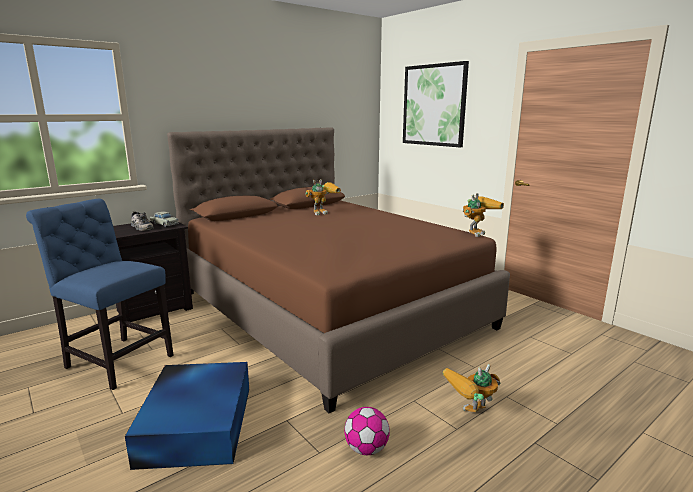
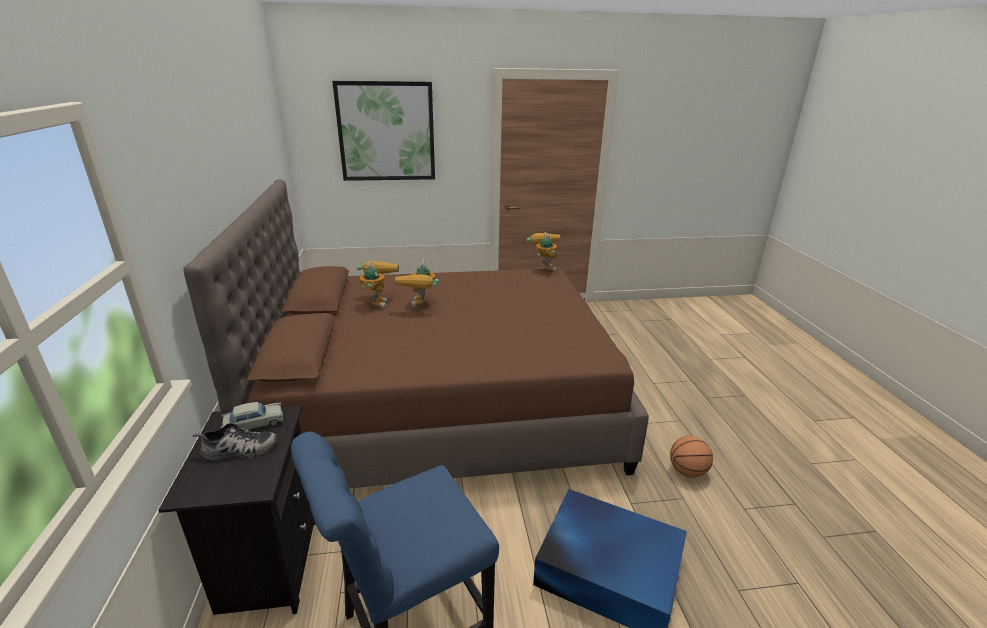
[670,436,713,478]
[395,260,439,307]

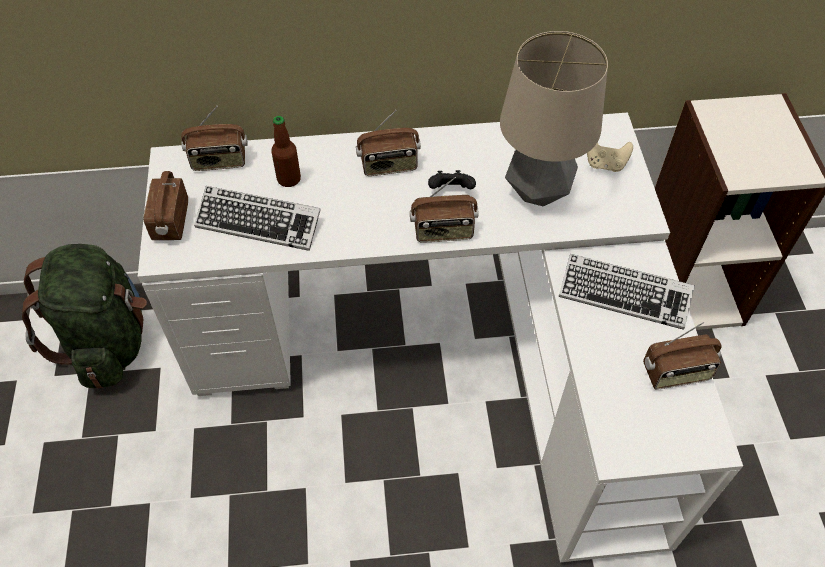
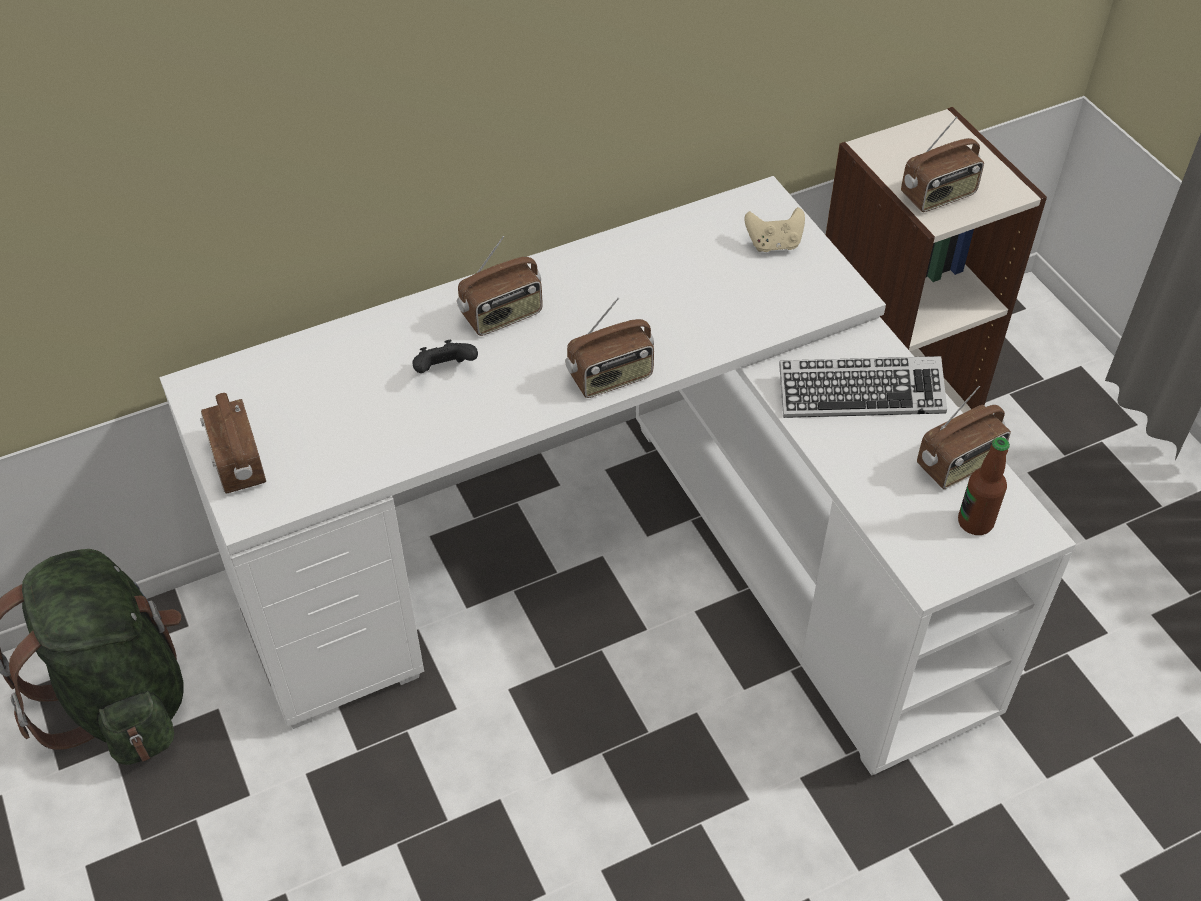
[901,116,984,212]
[194,186,321,251] (first image)
[958,437,1010,535]
[412,340,478,373]
[500,31,608,206] (first image)

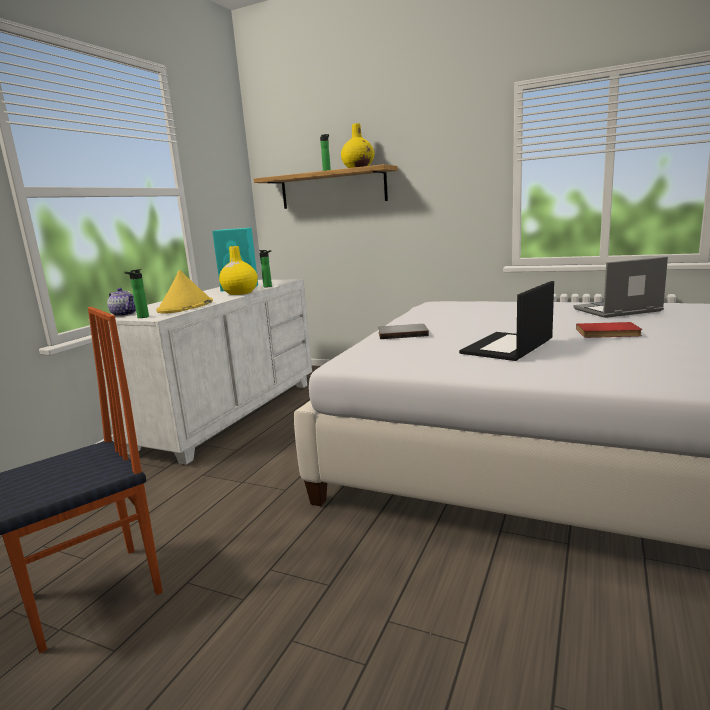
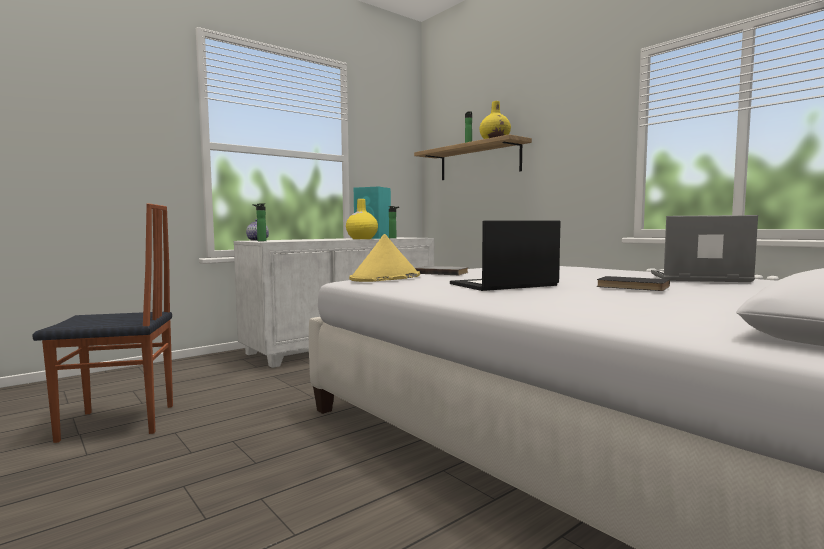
[349,234,420,282]
[597,276,670,291]

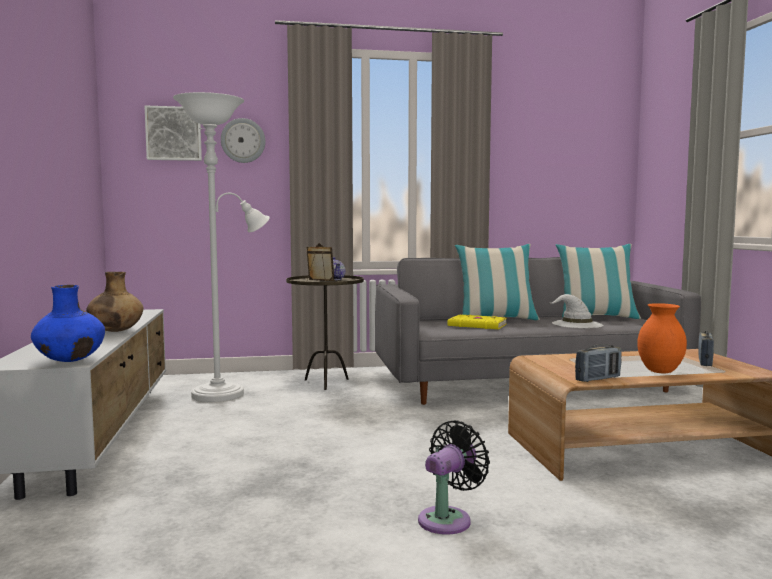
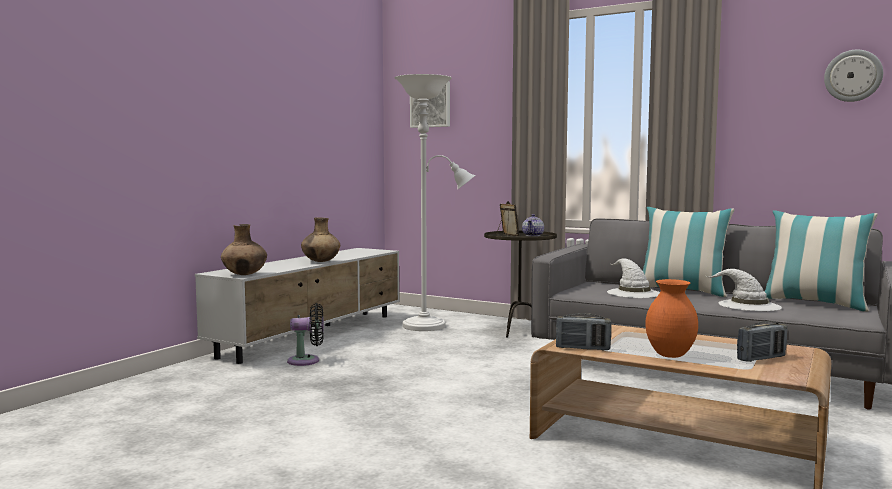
[221,224,267,275]
[824,50,883,102]
[287,303,324,366]
[607,258,660,298]

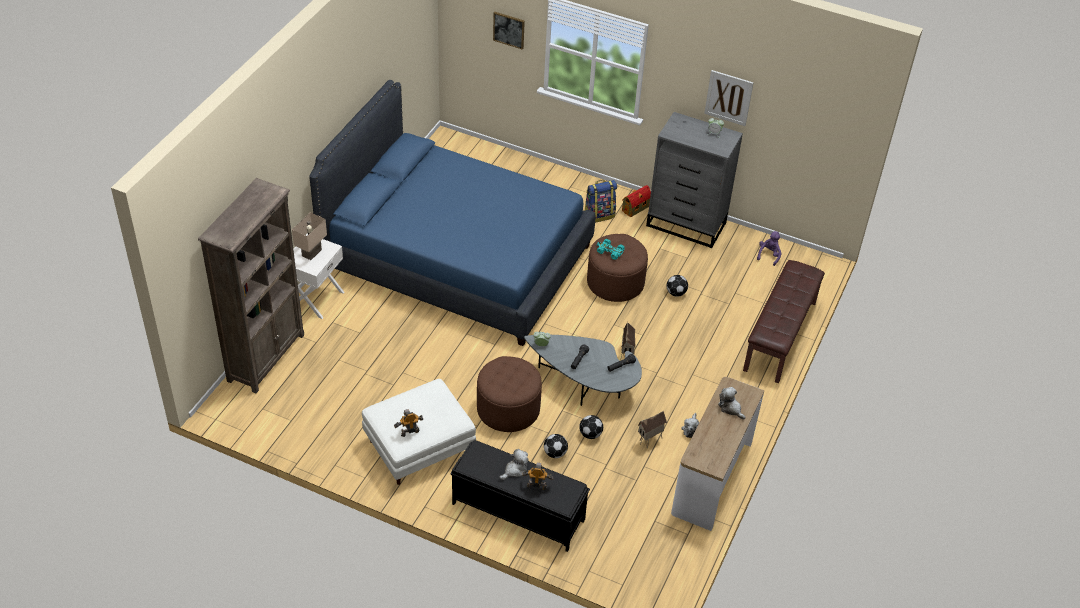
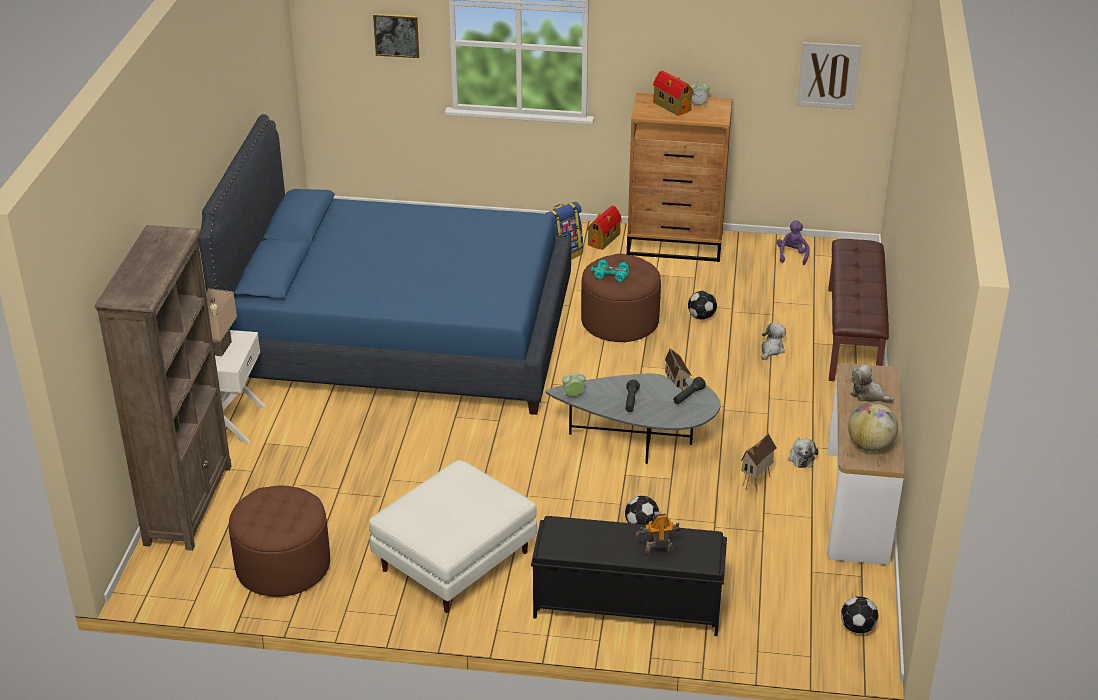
[394,409,423,437] (first image)
[229,486,330,597]
[761,323,786,360]
[841,596,878,634]
[626,93,732,262]
[797,42,861,109]
[653,70,694,116]
[848,402,898,451]

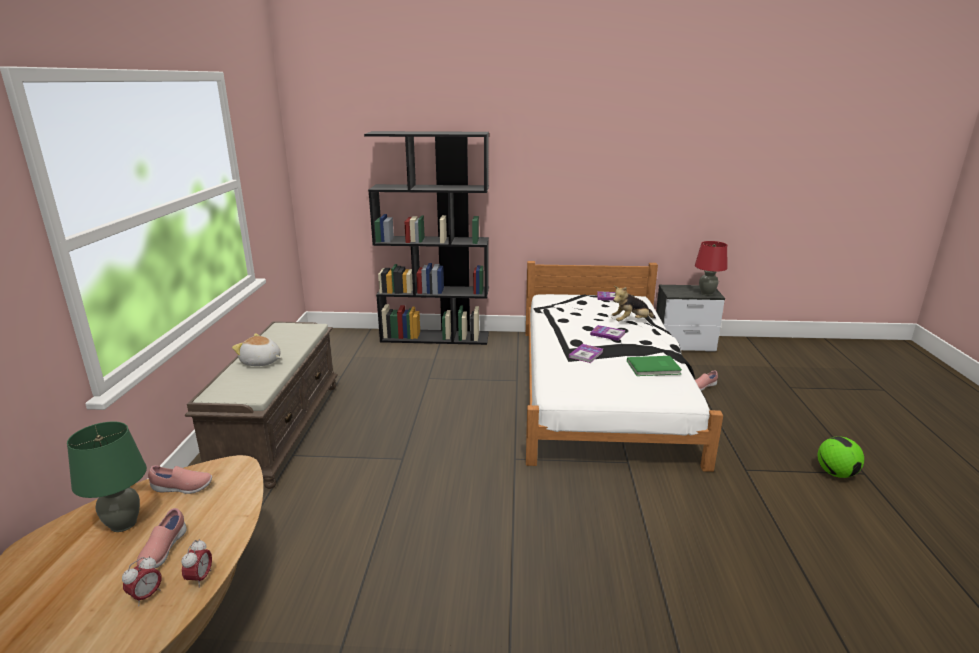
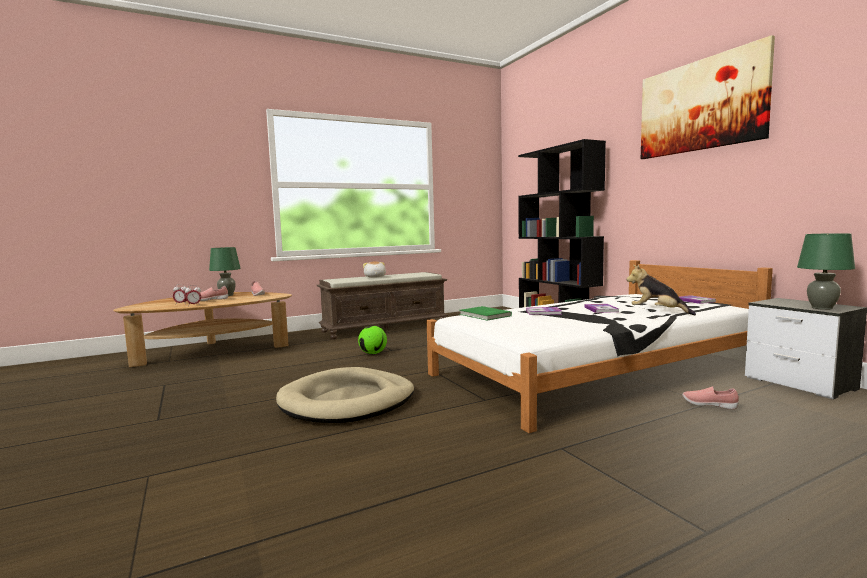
[459,306,512,321]
[797,233,855,310]
[358,326,387,354]
[276,367,414,423]
[641,35,775,159]

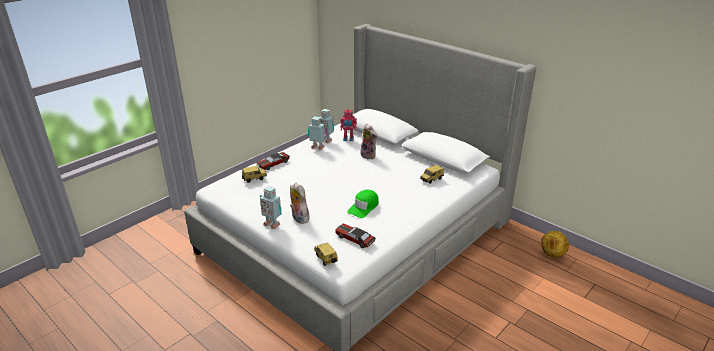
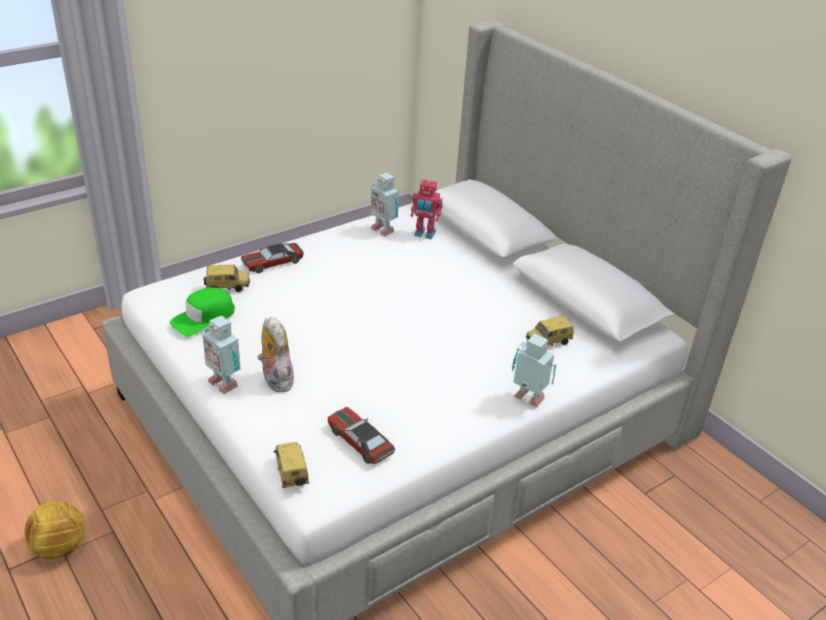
[512,334,556,407]
[169,287,235,337]
[360,124,378,159] (first image)
[24,501,85,559]

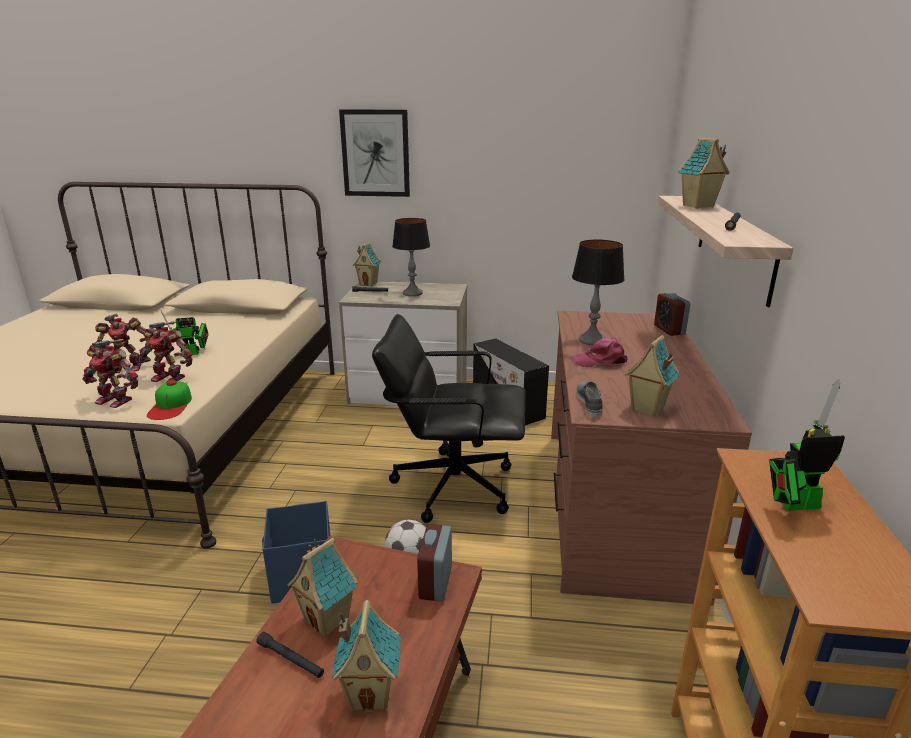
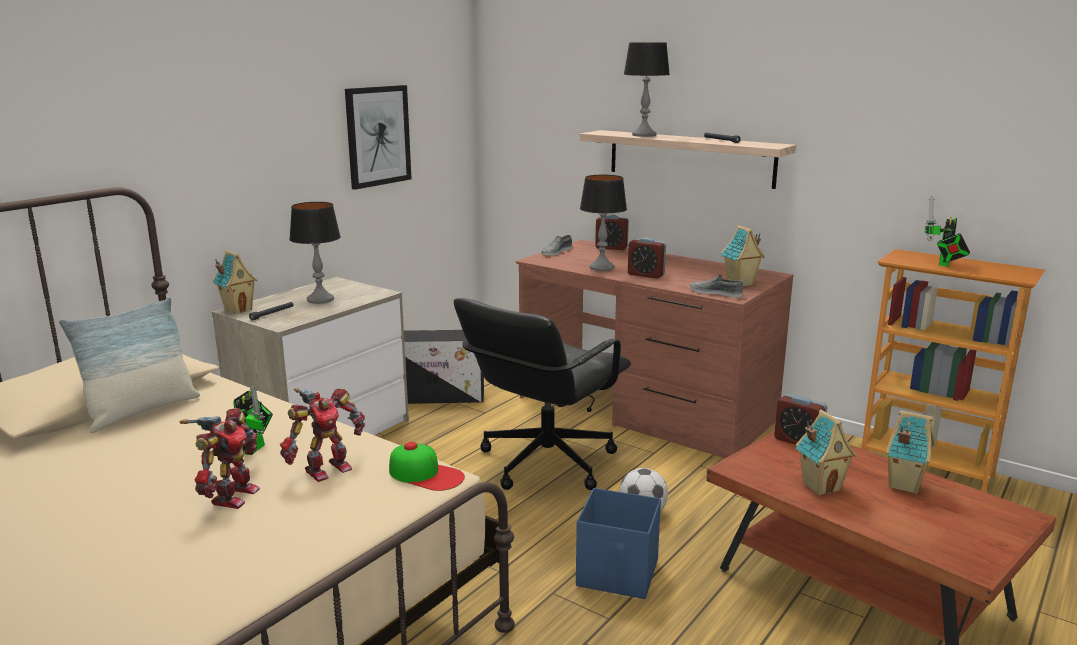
[82,339,138,408] (first image)
[256,632,324,678] (first image)
[345,85,412,190]
[628,238,666,278]
[624,42,670,137]
[59,297,200,433]
[542,235,572,256]

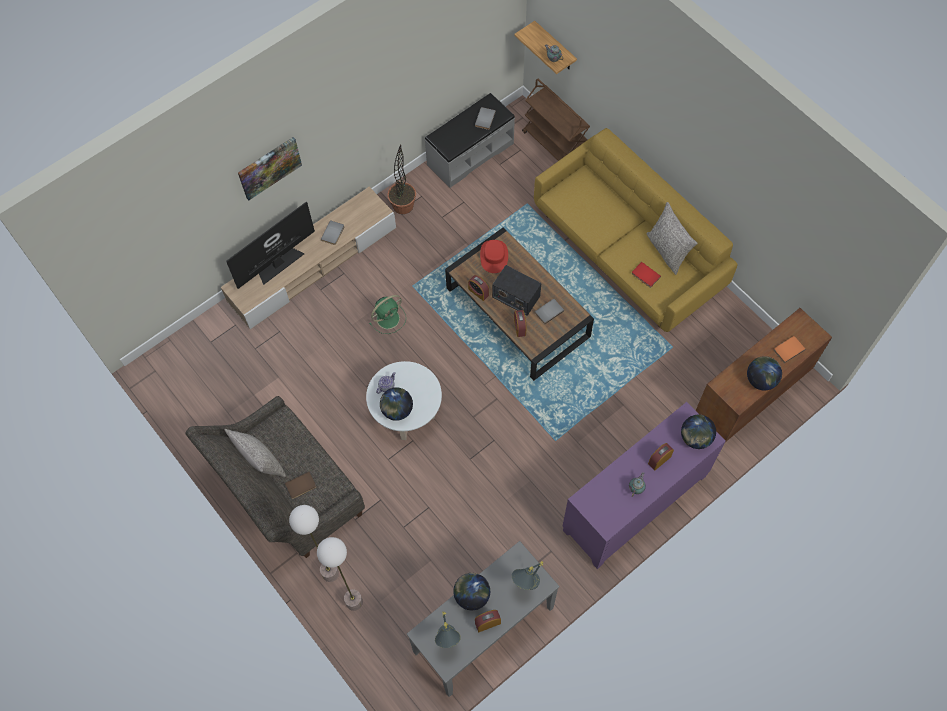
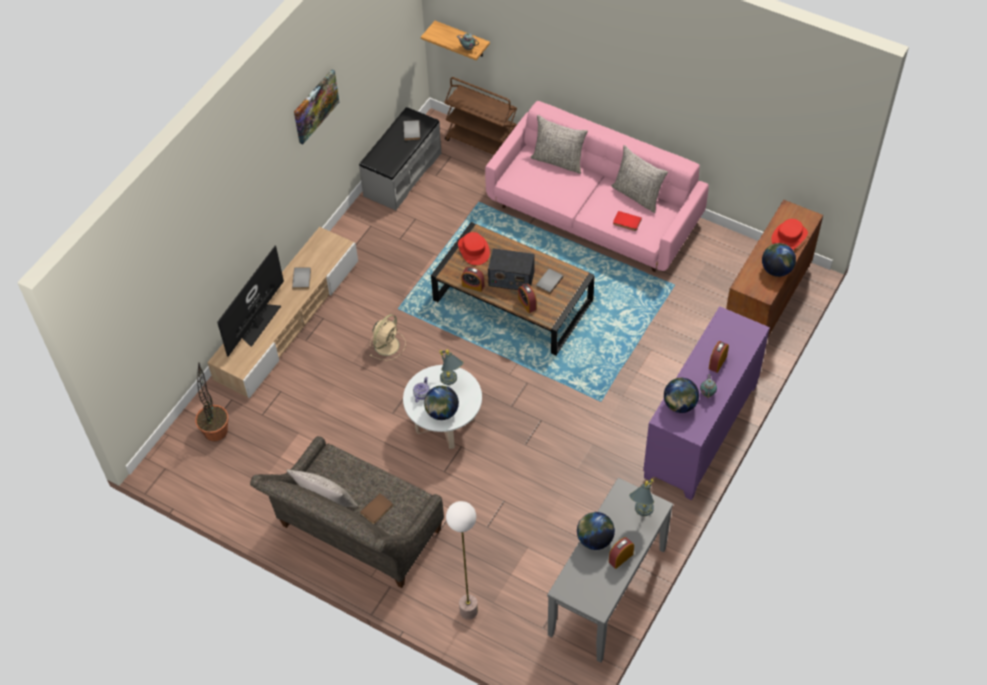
[294,69,339,144]
[289,505,339,582] (first image)
[370,314,406,361]
[195,362,228,441]
[439,349,464,385]
[485,101,709,272]
[664,377,699,413]
[771,219,808,250]
[531,115,588,174]

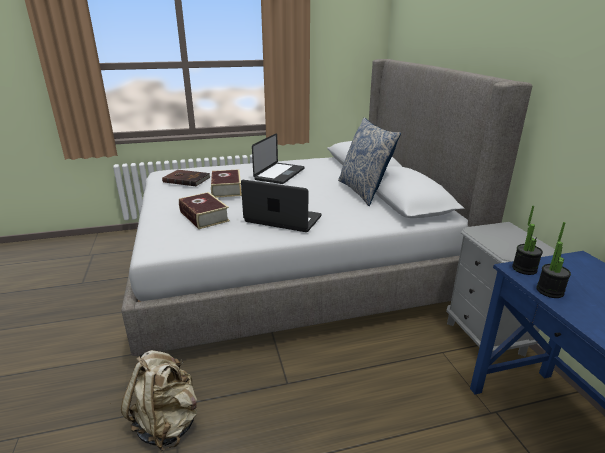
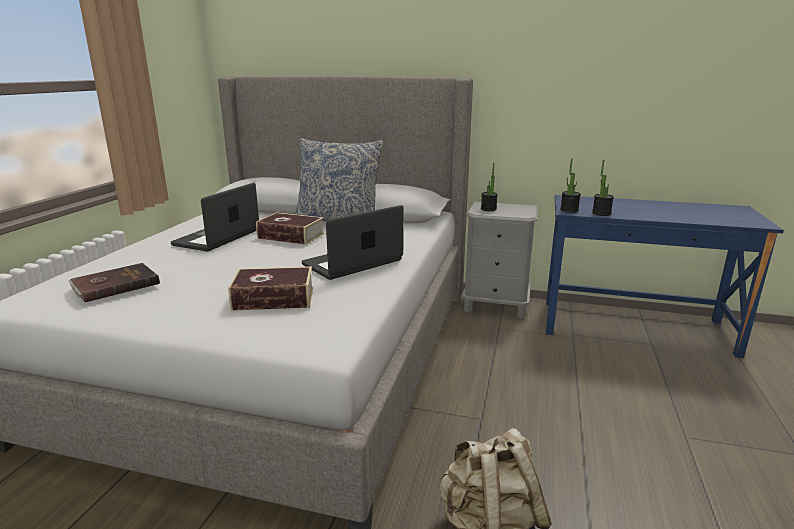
[256,213,324,245]
[171,183,259,252]
[481,163,498,211]

